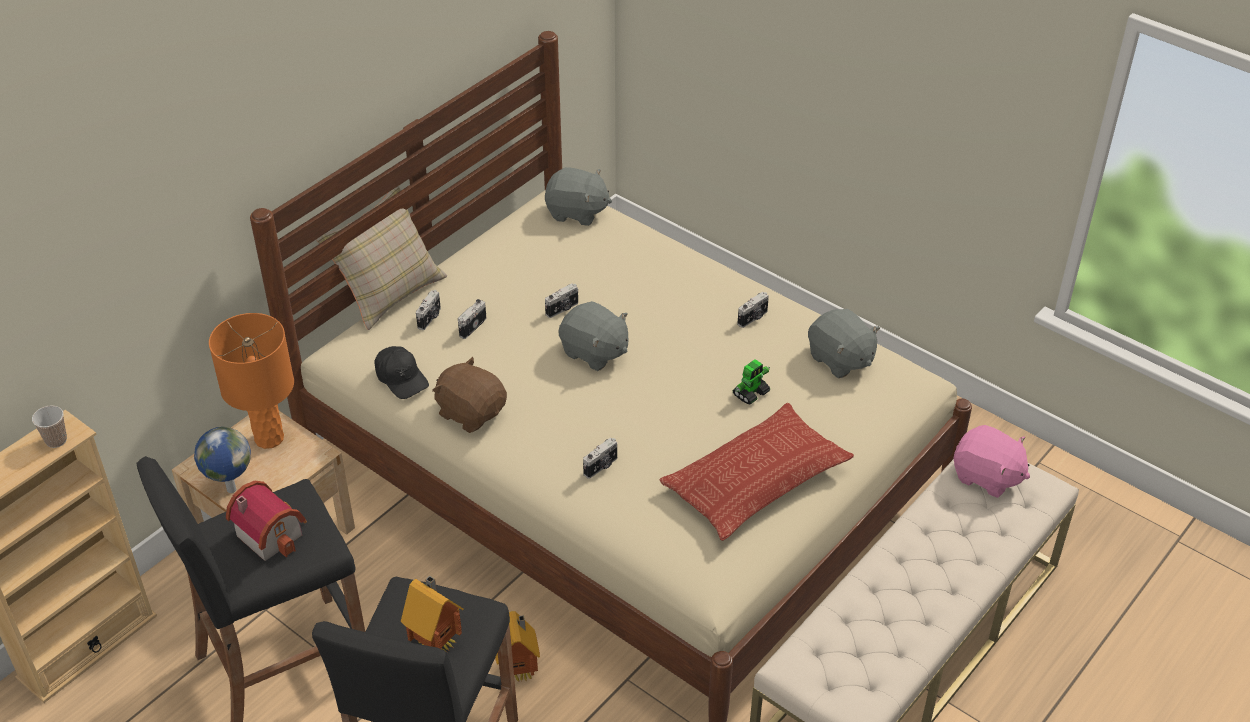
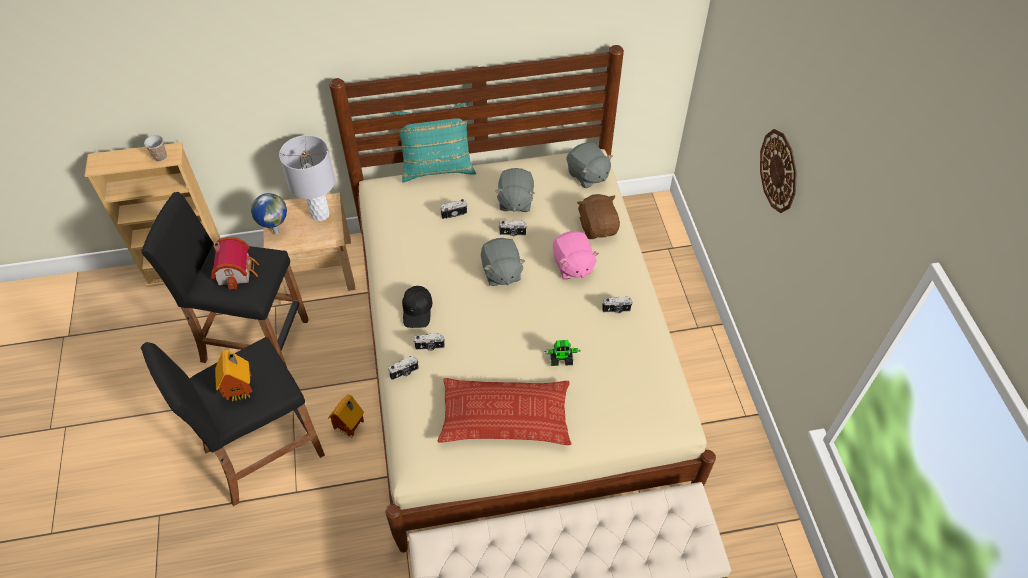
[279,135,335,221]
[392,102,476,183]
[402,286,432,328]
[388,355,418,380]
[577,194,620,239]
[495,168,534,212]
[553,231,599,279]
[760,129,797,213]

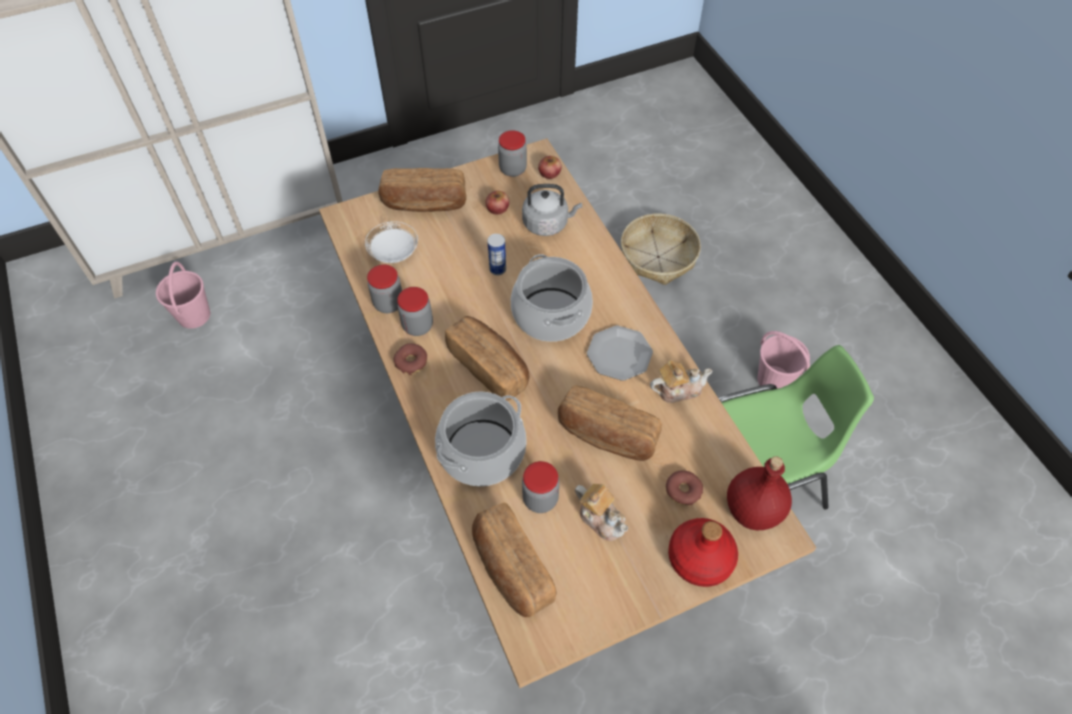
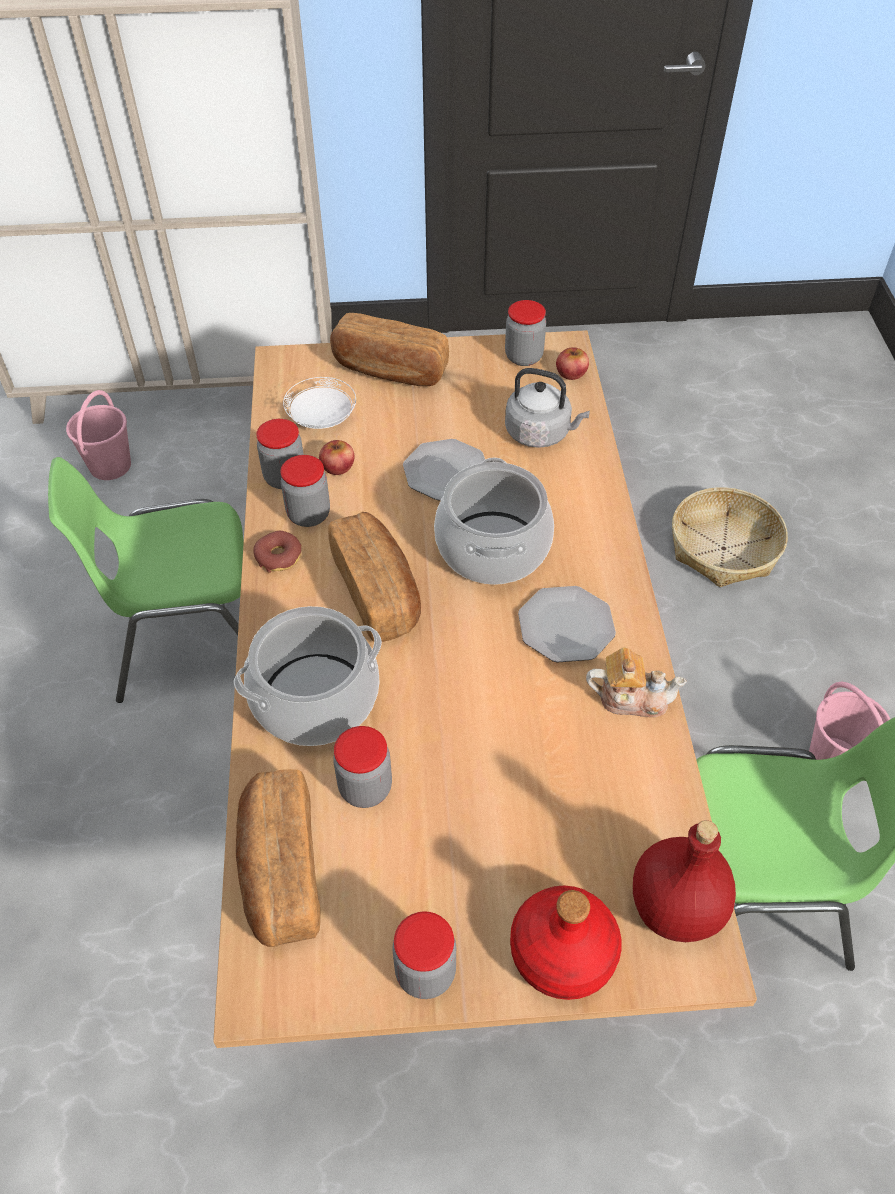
[319,440,354,475]
[403,439,485,501]
[558,385,662,461] (first image)
[575,484,628,541] (first image)
[666,470,703,506] (first image)
[48,457,244,703]
[392,911,456,999]

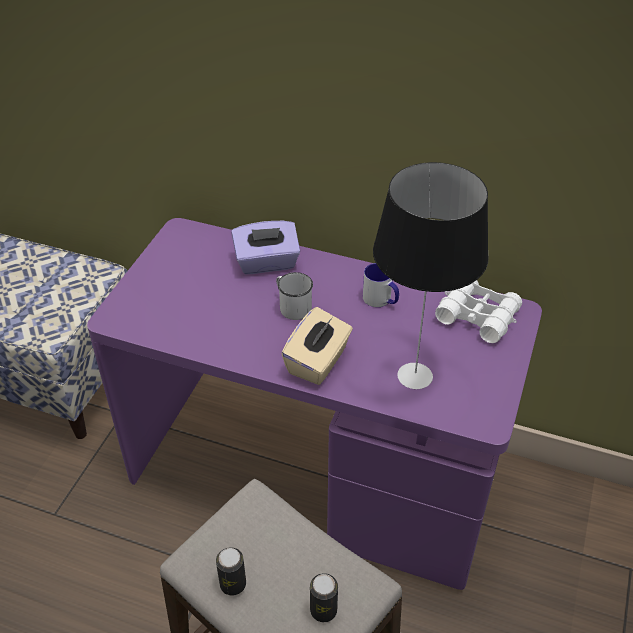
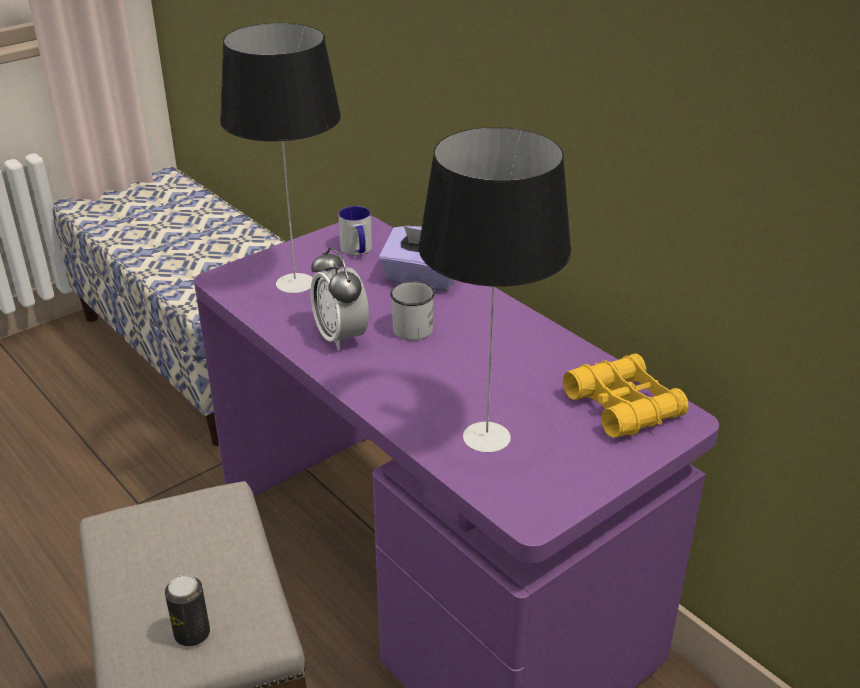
[216,547,246,596] (first image)
[281,307,353,385] (first image)
[338,206,372,255]
[563,354,688,438]
[220,23,341,293]
[311,247,369,351]

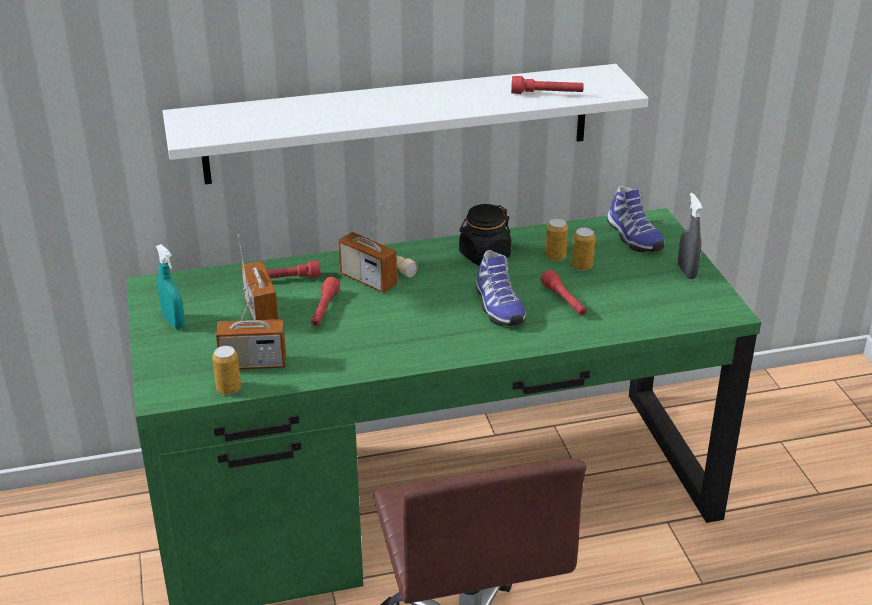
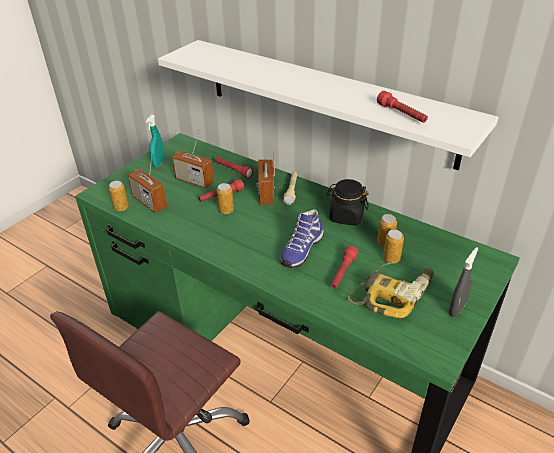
[172,129,214,188]
[607,186,665,252] (first image)
[217,183,234,214]
[347,262,434,318]

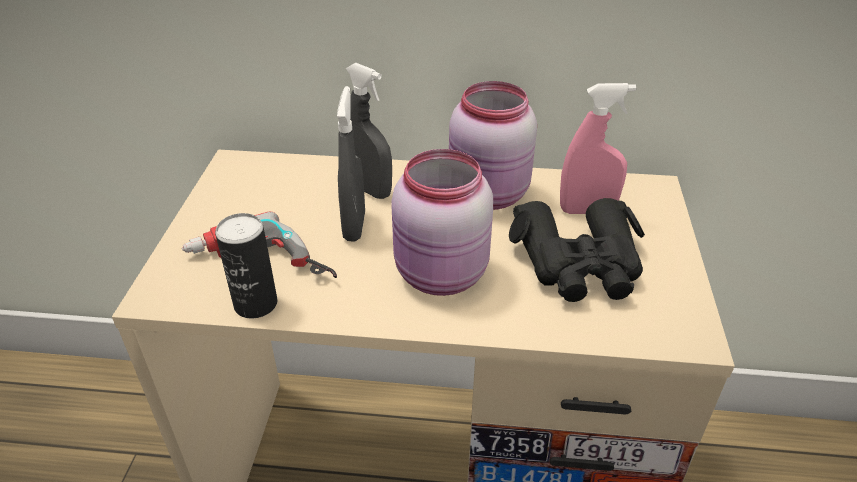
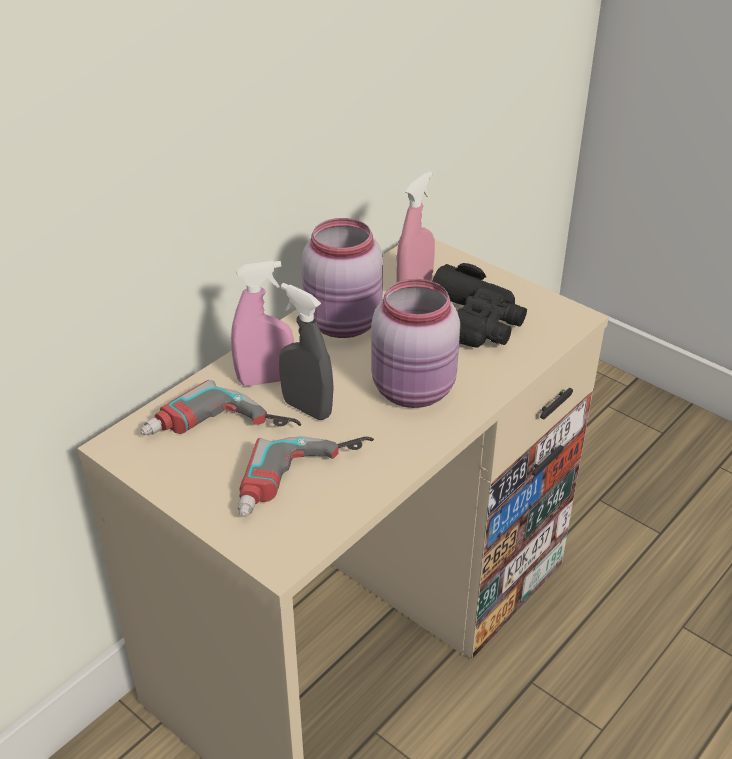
[215,213,277,318] (first image)
[231,261,294,386]
[141,380,302,435]

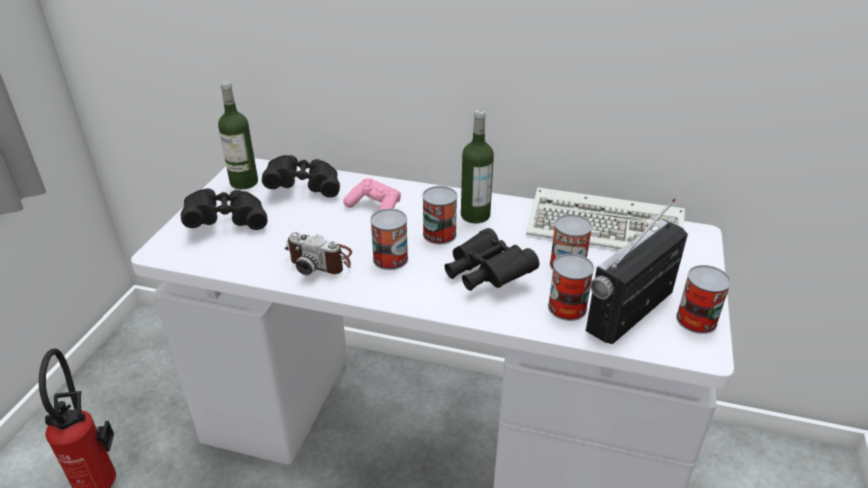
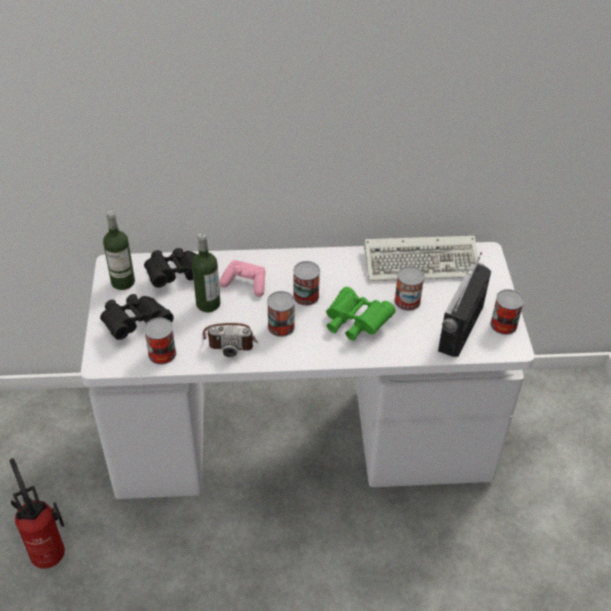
[326,287,396,341]
[192,233,220,312]
[144,318,176,365]

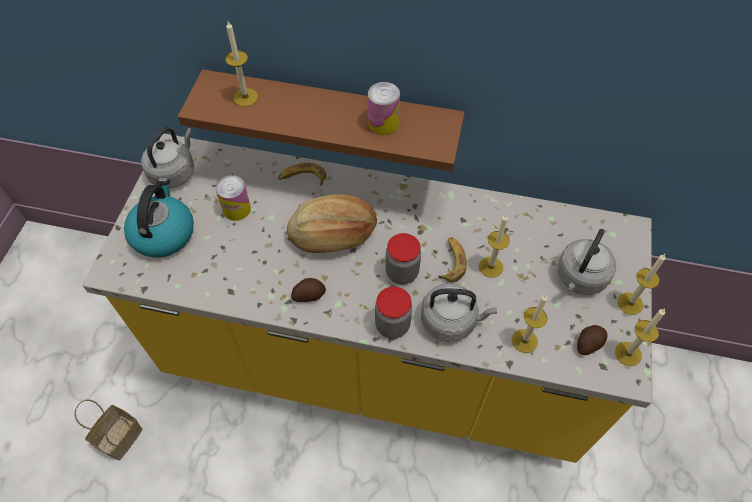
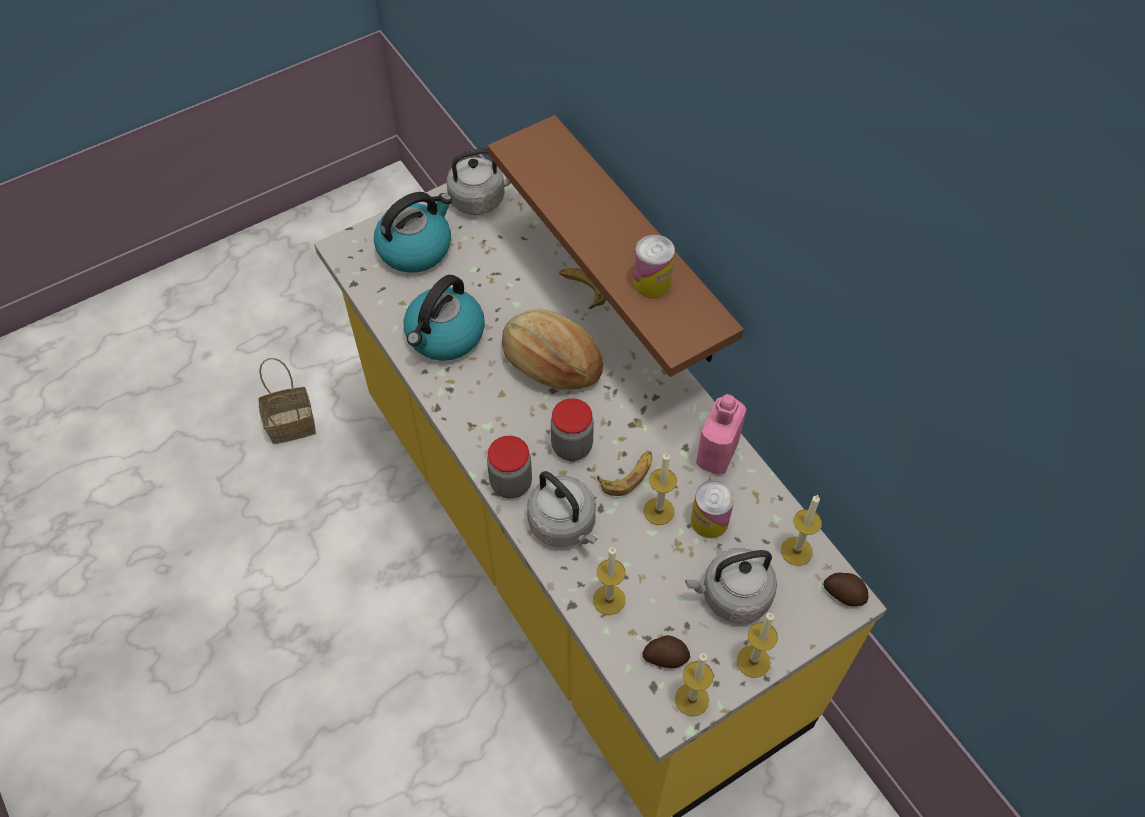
[691,480,735,538]
[781,495,822,566]
[823,573,868,607]
[404,275,485,361]
[696,394,747,475]

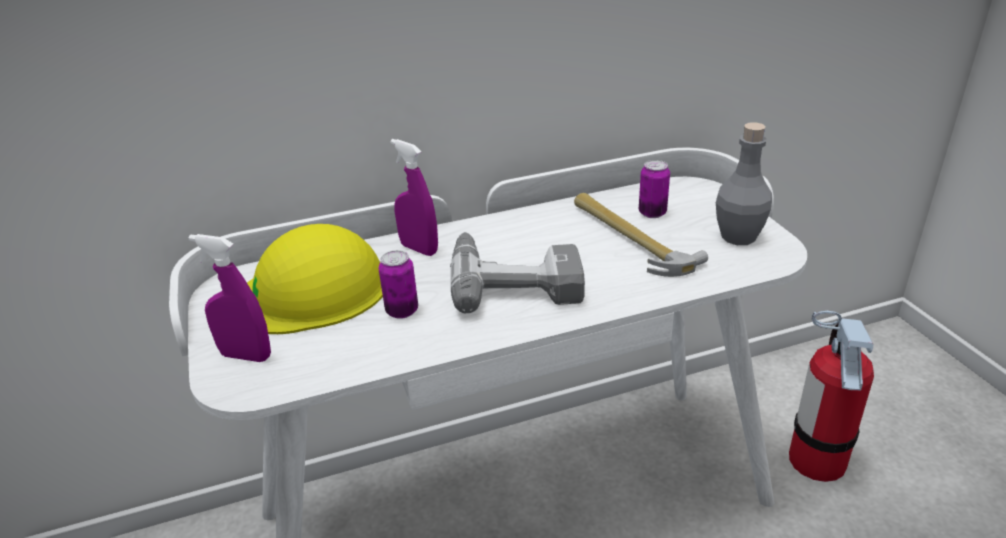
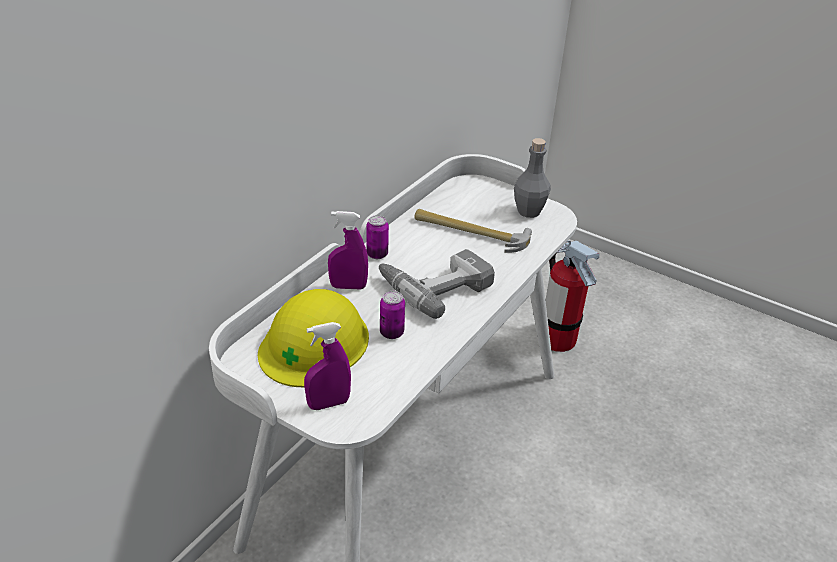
[366,215,389,259]

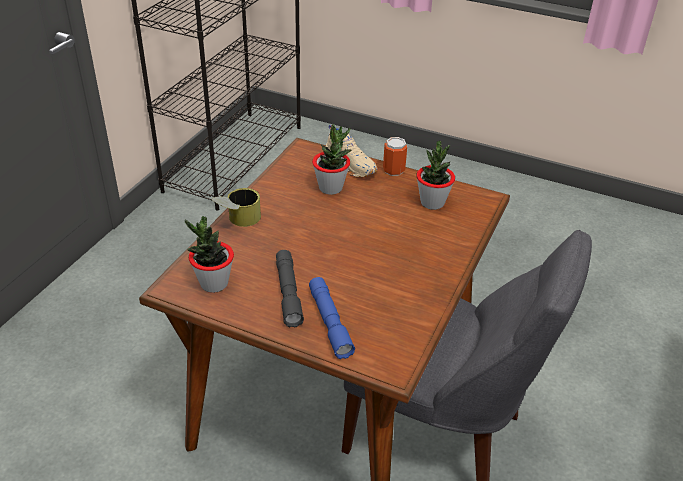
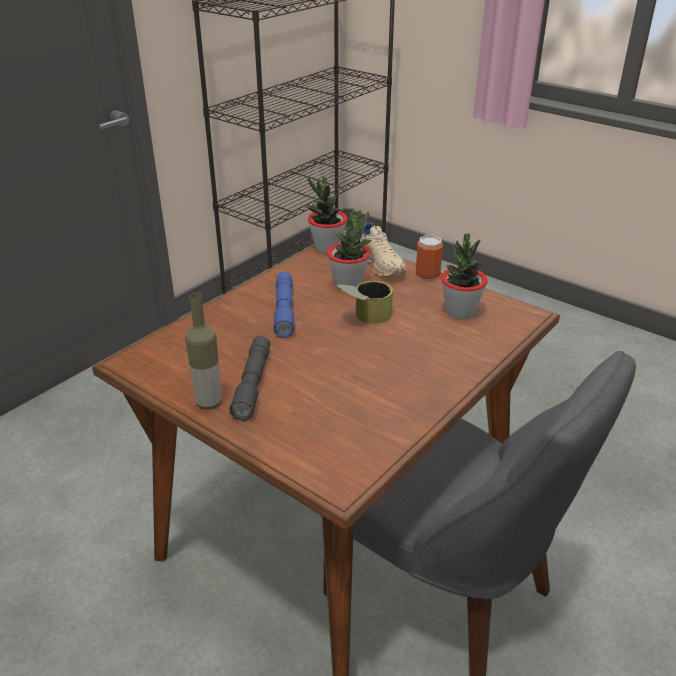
[307,176,347,254]
[337,281,393,324]
[274,272,295,338]
[185,293,222,410]

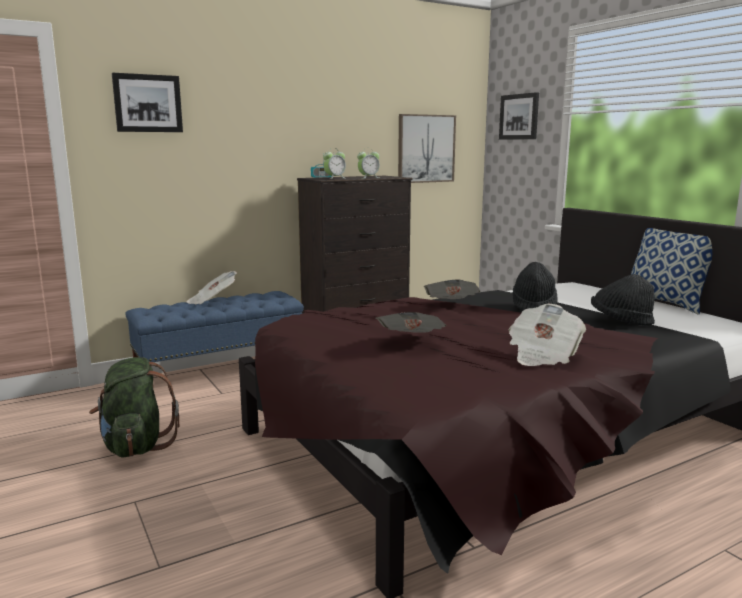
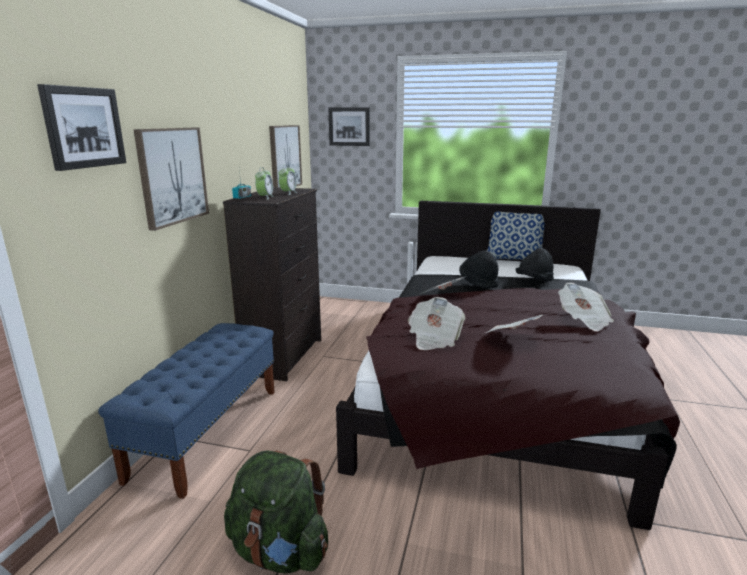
[408,297,465,350]
[133,128,209,231]

